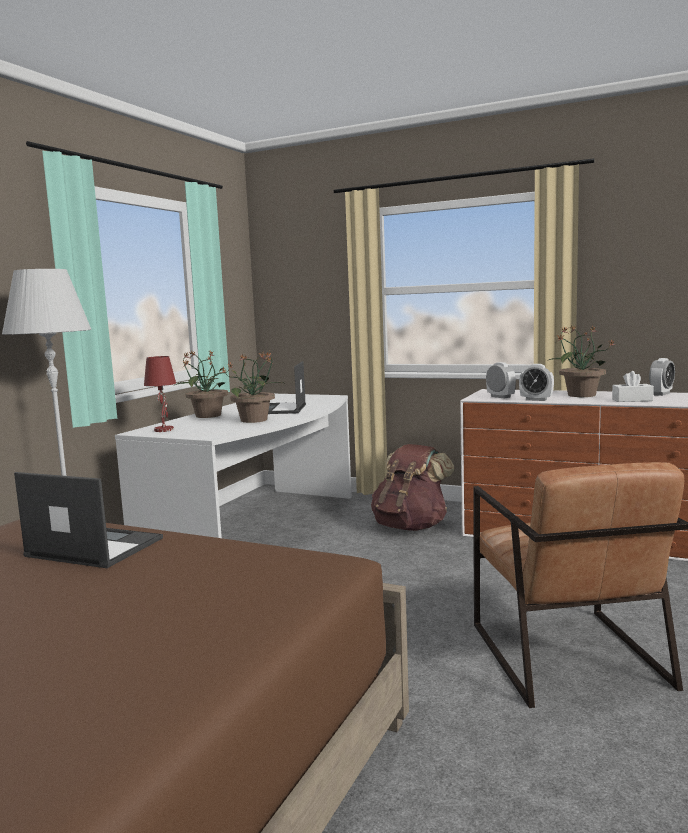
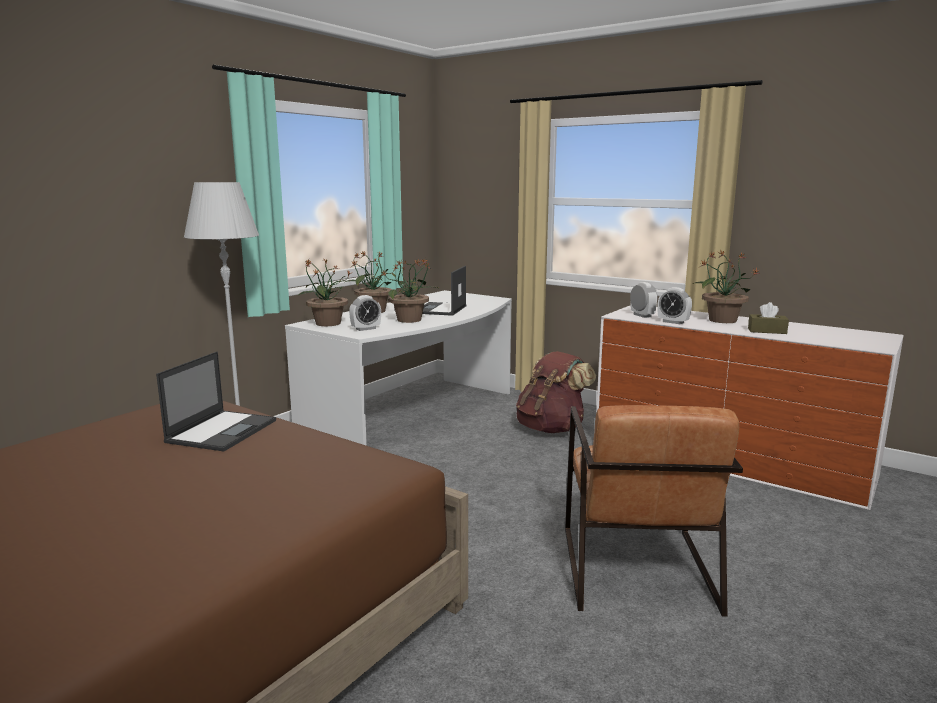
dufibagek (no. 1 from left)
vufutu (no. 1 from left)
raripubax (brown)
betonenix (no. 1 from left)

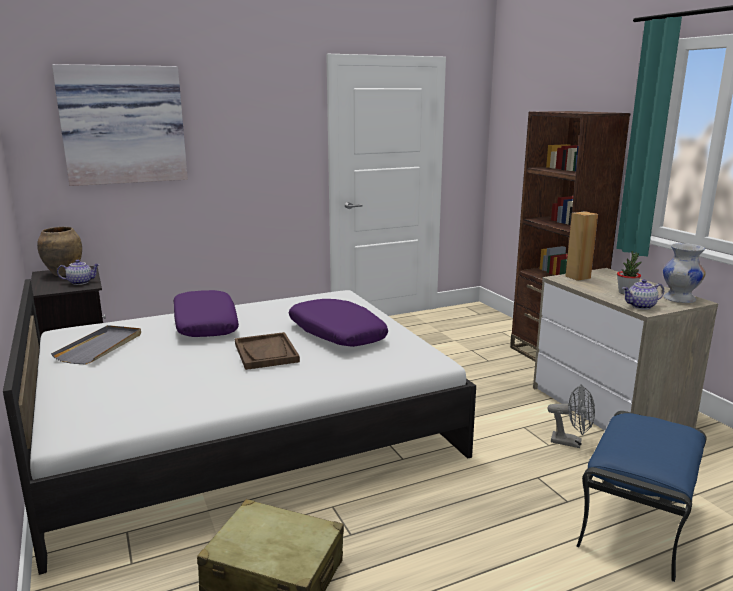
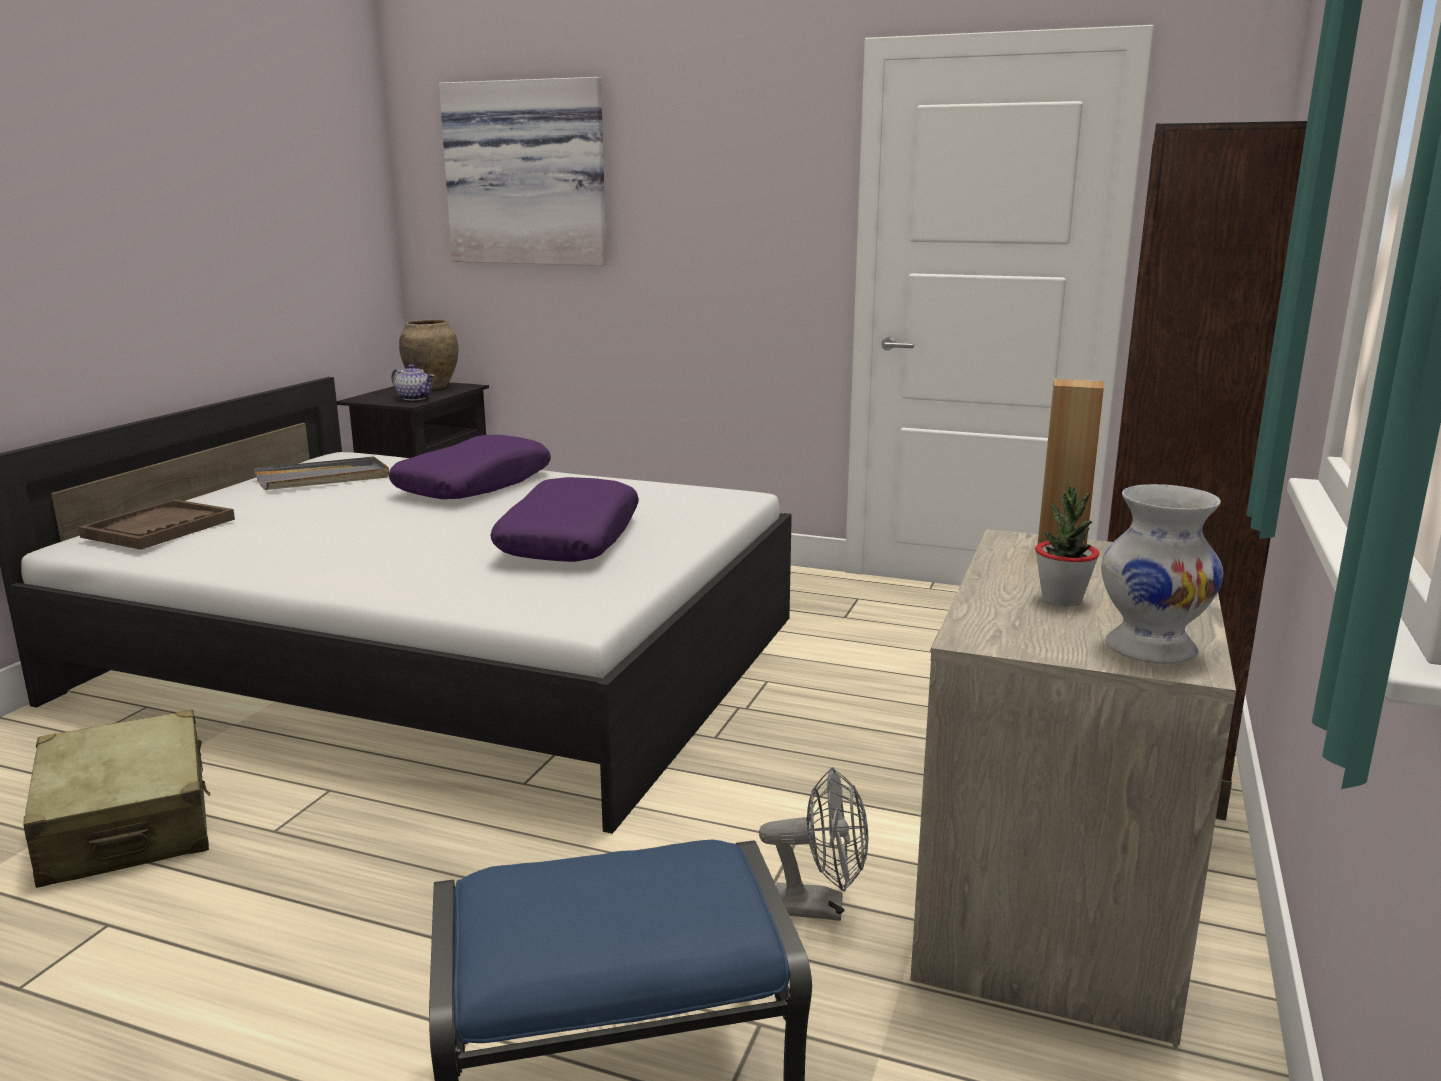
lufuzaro (no. 2 from left in the first image)
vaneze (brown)
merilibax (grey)

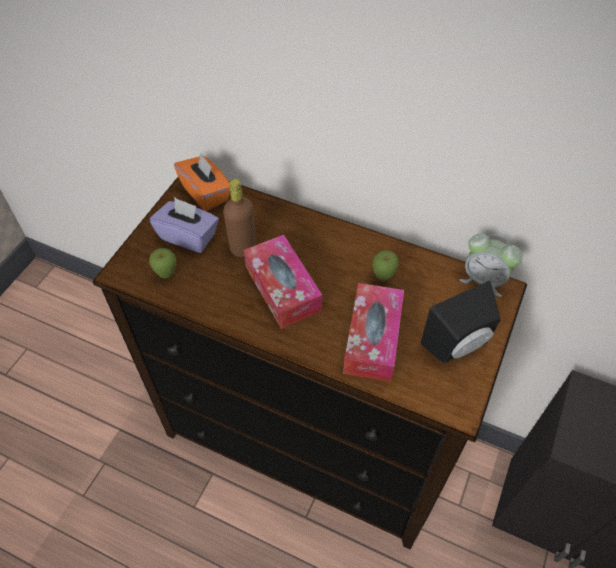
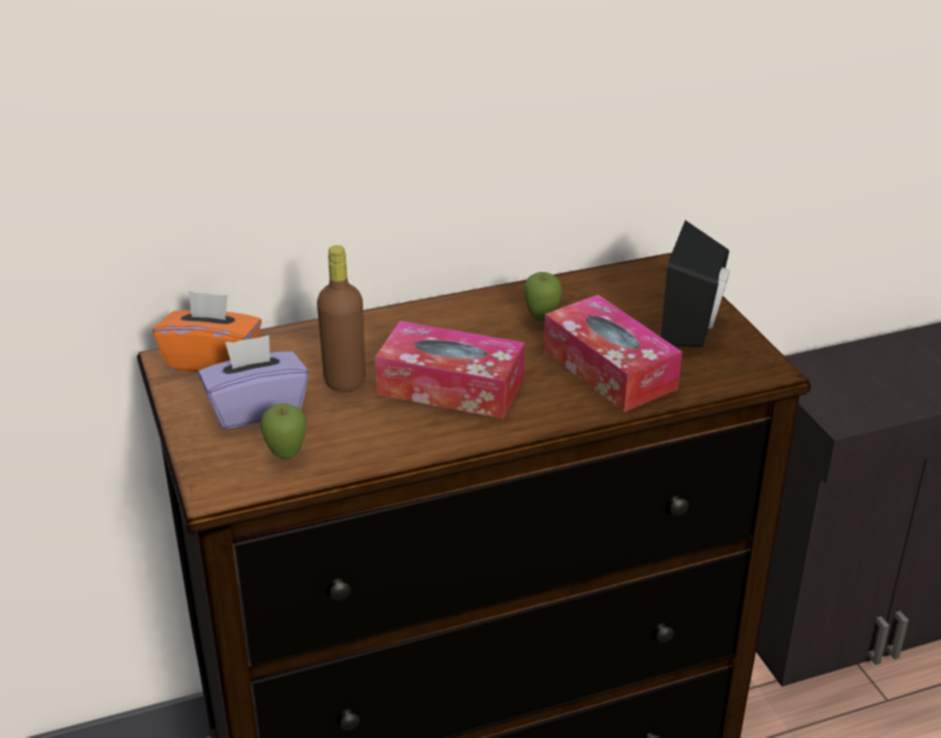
dufibagek

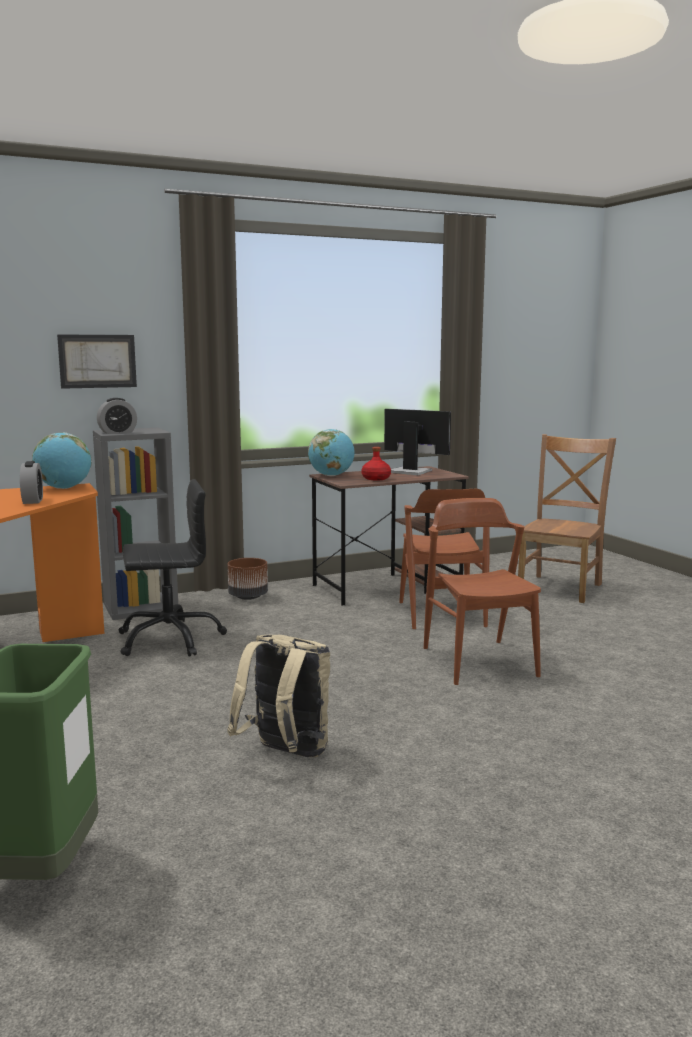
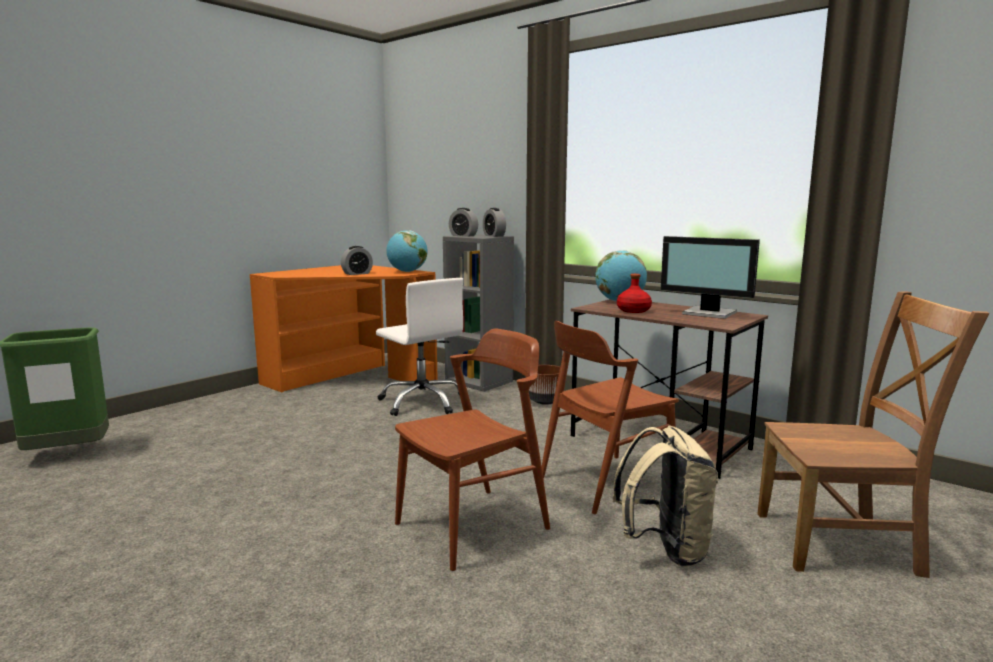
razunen
dufibagek (no. 3 from left)
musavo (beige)
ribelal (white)
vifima

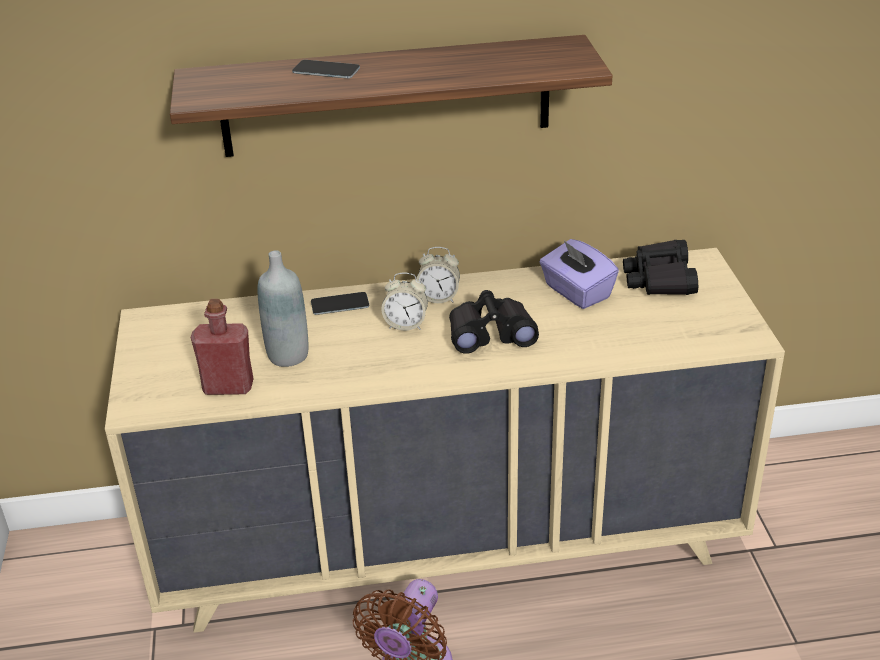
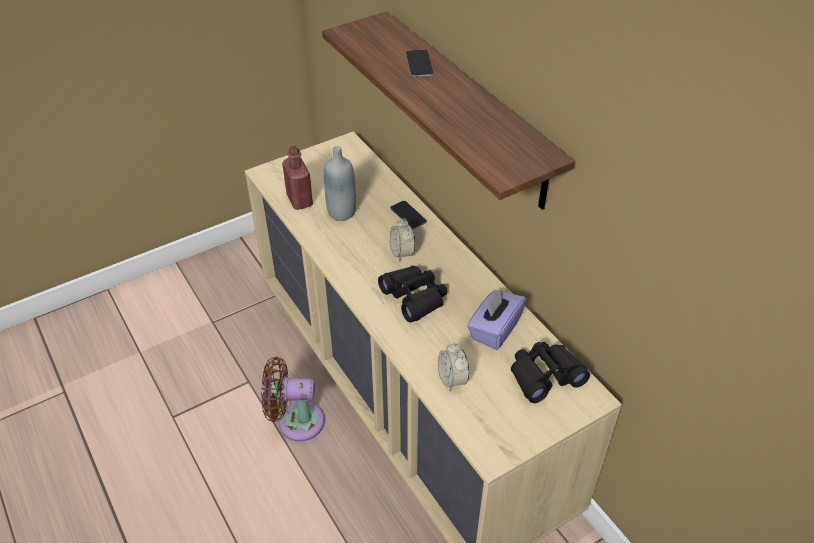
dufibagek (no. 2 from left)

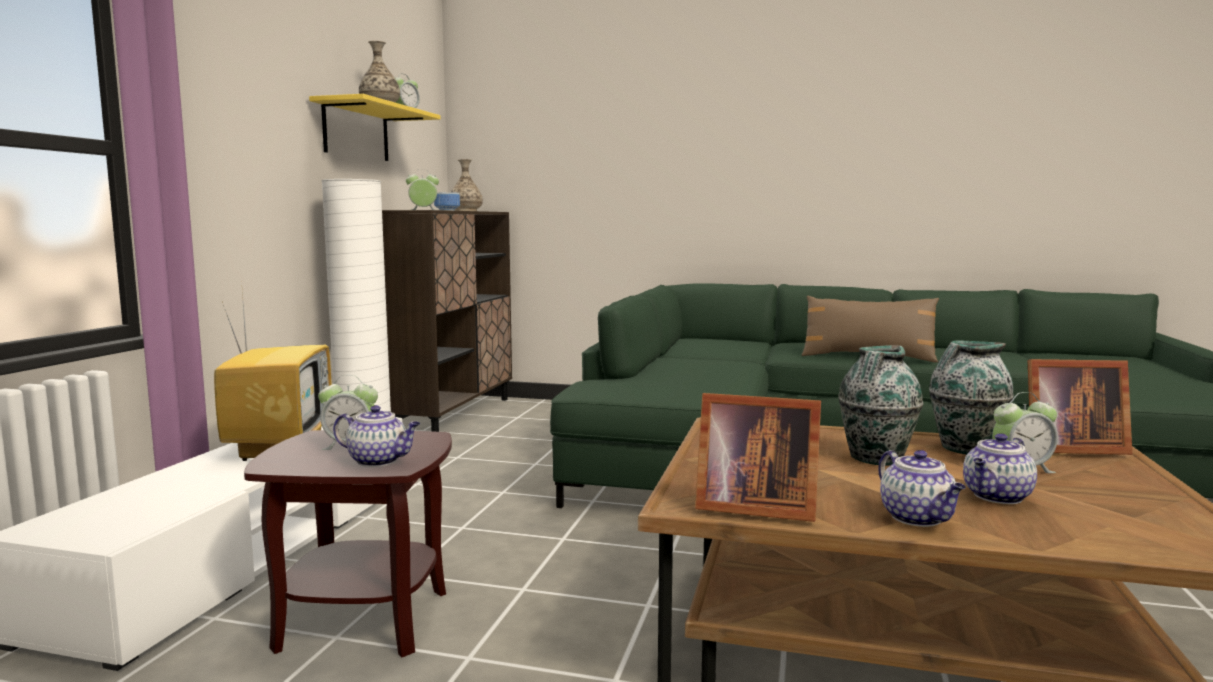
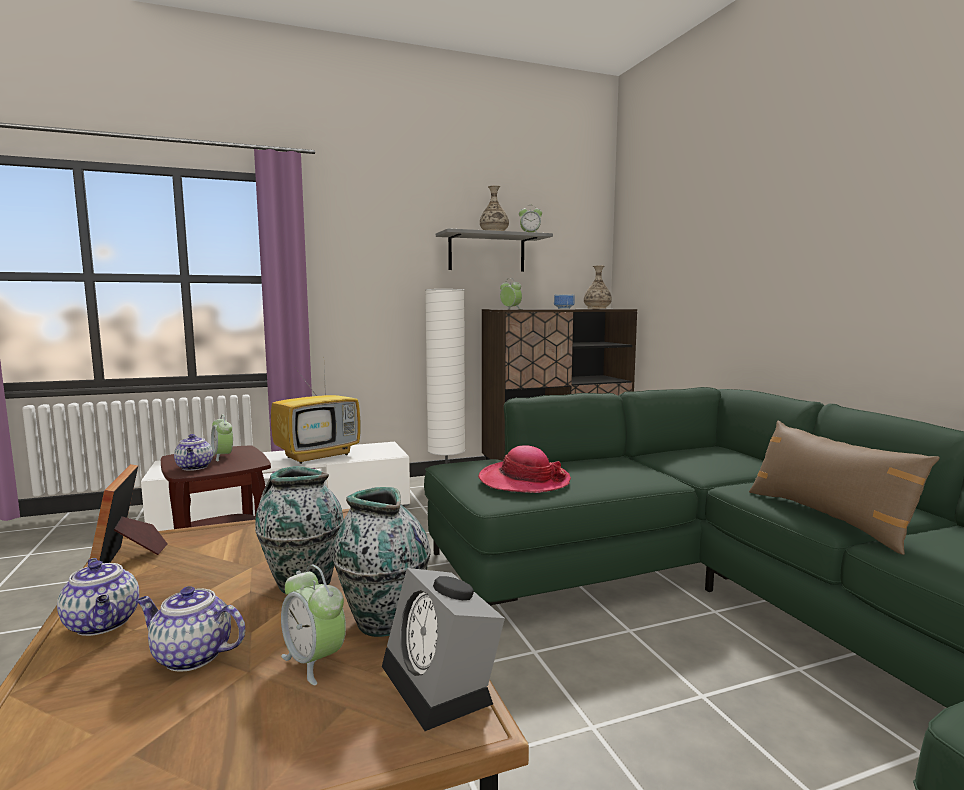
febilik
dufibagek (no. 3 from left)
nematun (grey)
lufuzaro (no. 1 from left)

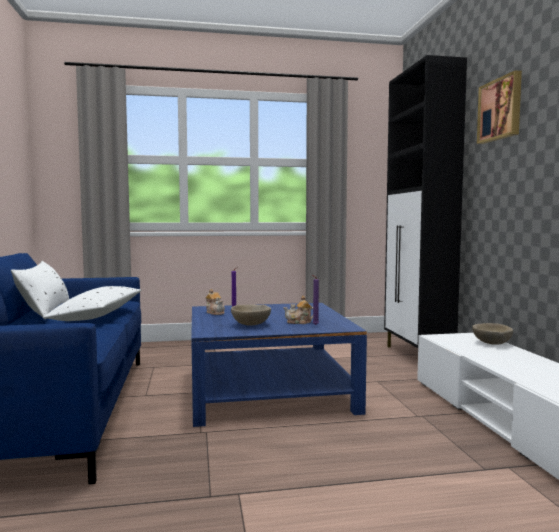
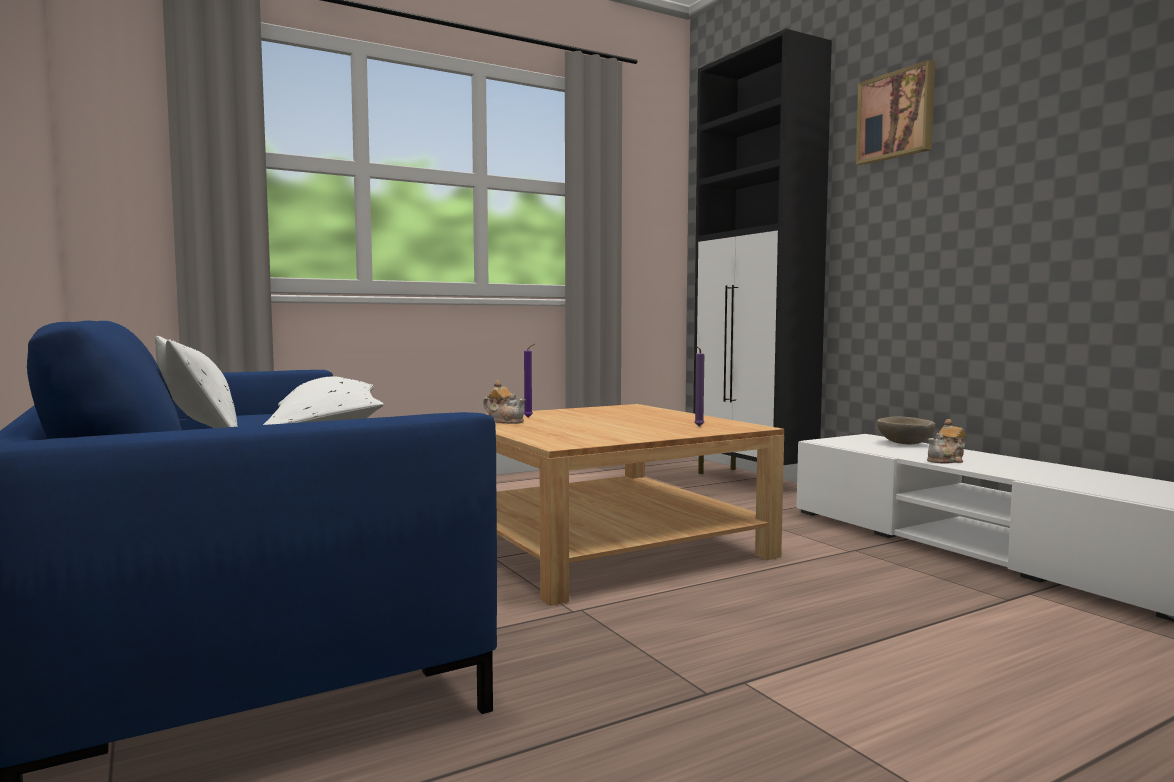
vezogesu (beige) (no. 1 from left in the first image)
lufuzaro (no. 2 from left)
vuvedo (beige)

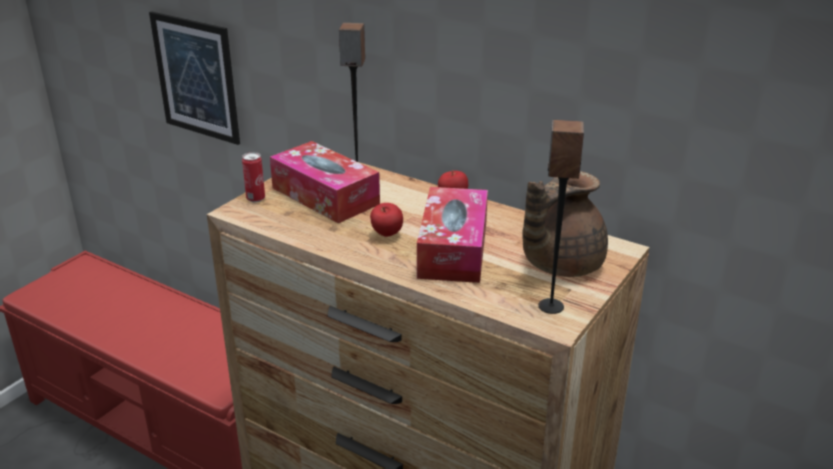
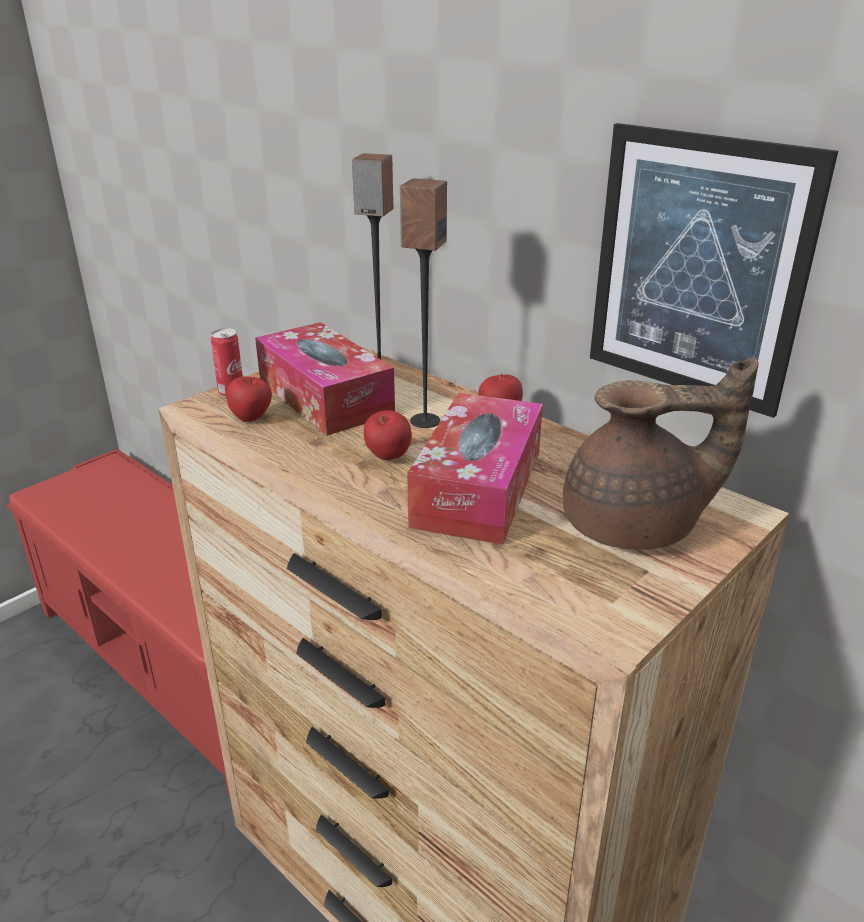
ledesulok (no. 1 from left)
razunen
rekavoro (no. 2 from left)
lufuzaro (brown)

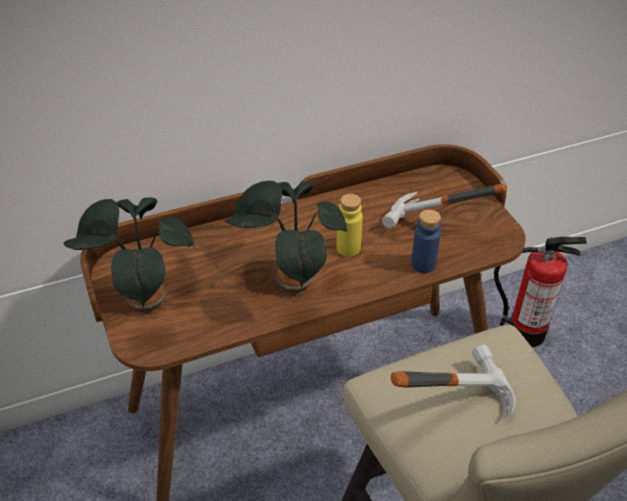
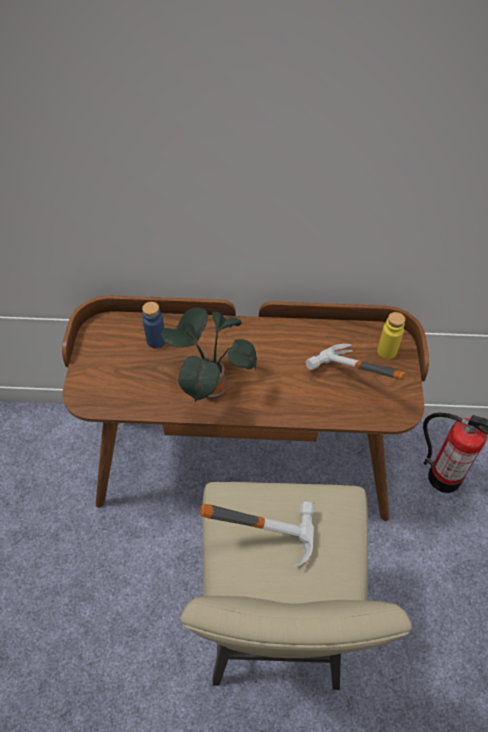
vufutu (no. 1 from left in the first image)
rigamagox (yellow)
rigamagox (blue)

